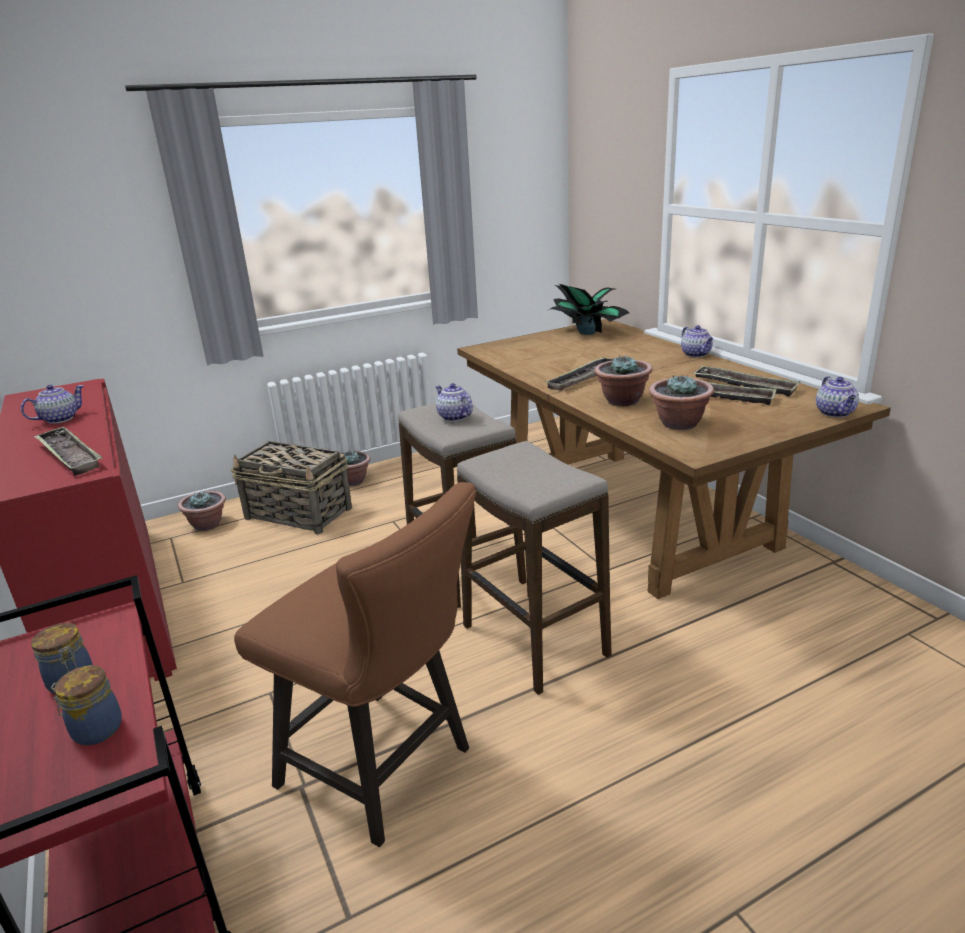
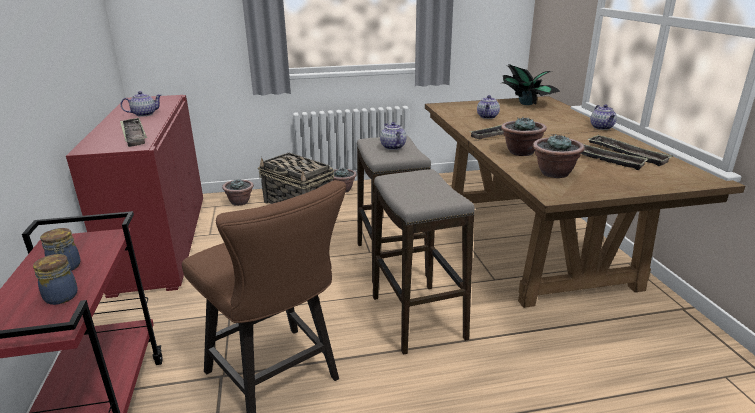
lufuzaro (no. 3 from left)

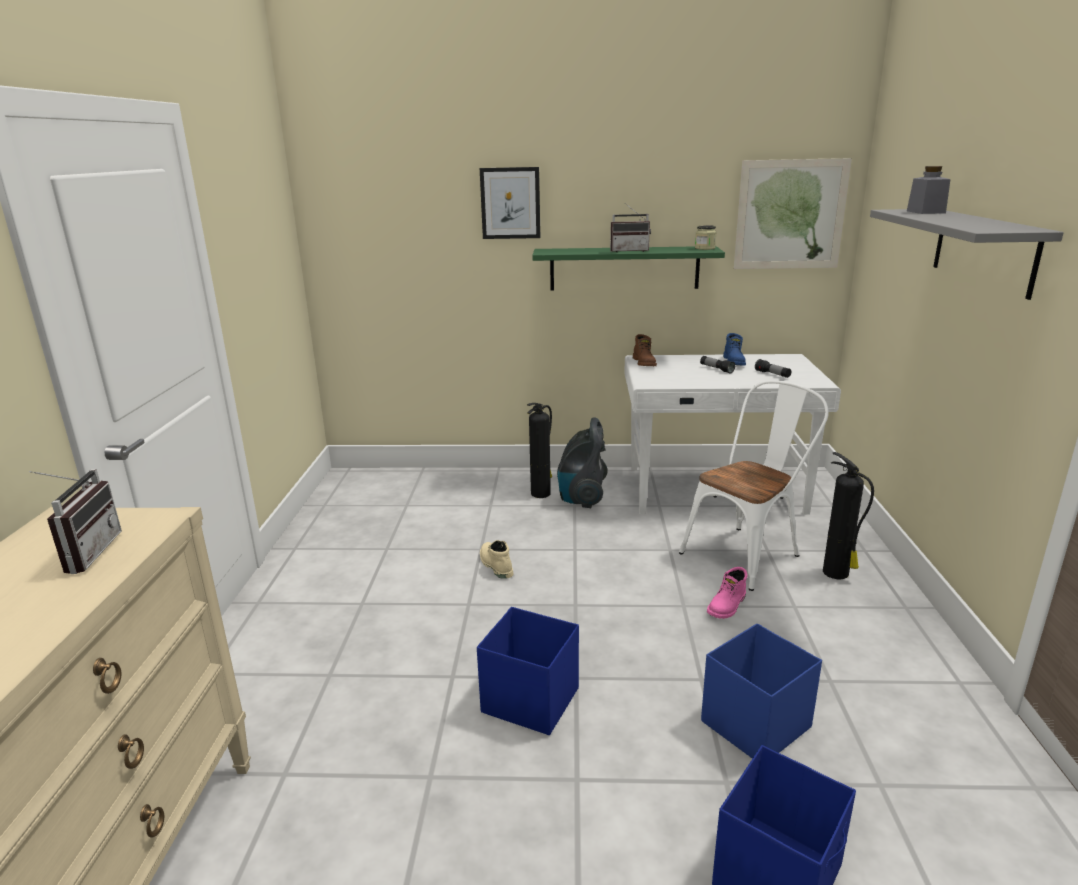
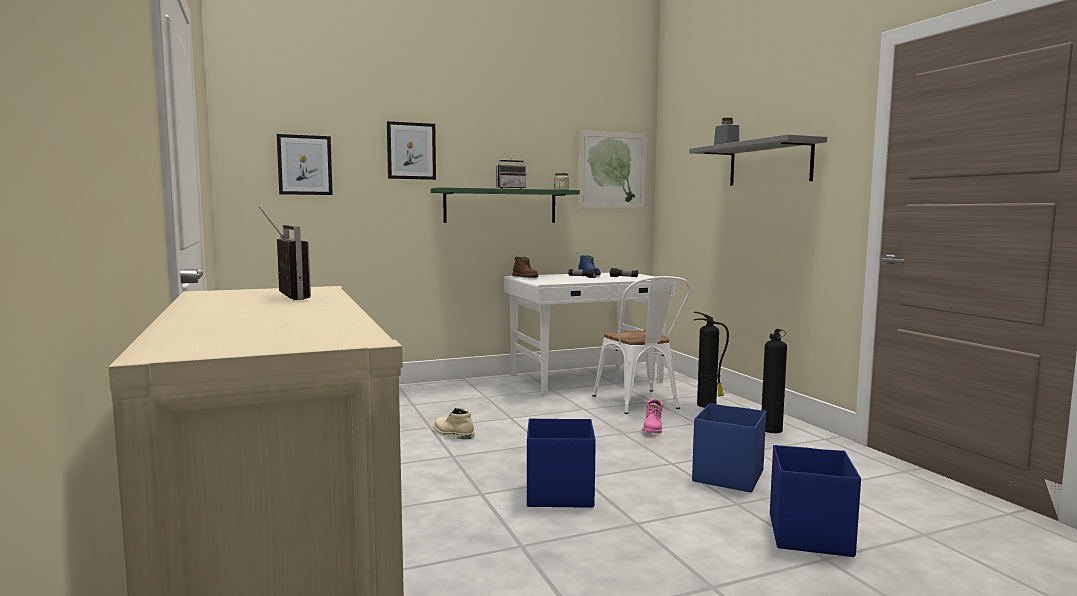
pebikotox
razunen (no. 1 from left)
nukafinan (no. 2 from left)
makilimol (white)

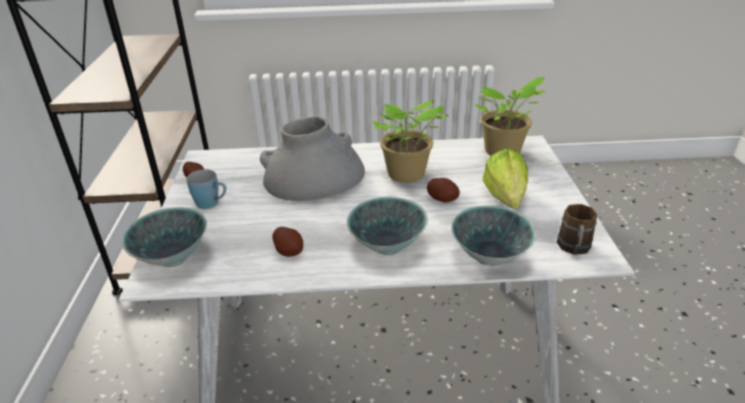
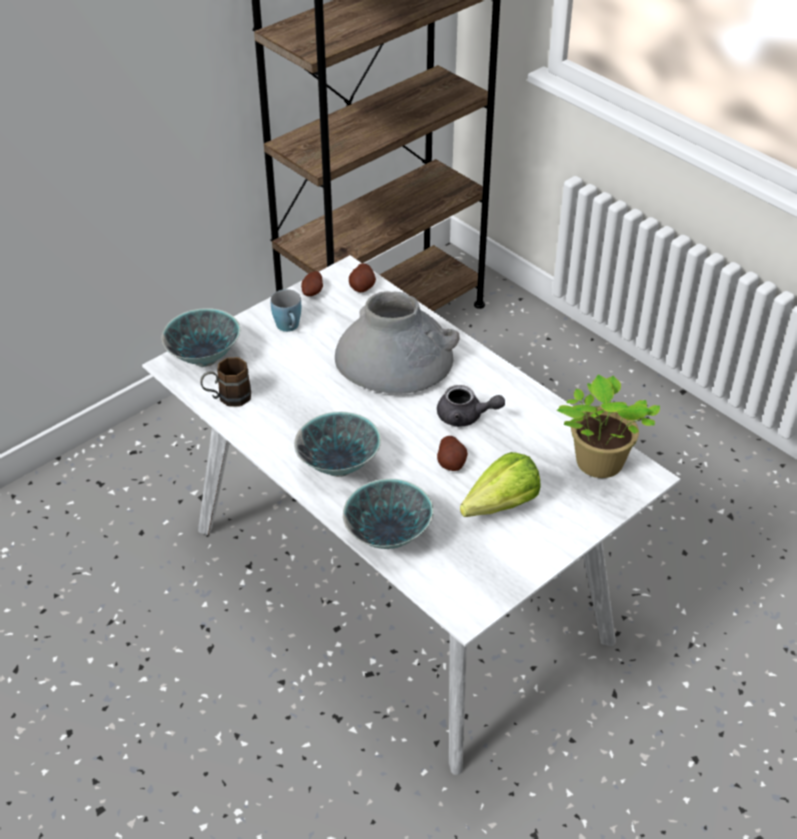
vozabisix (no. 2 from left)
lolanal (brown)
lufuzaro (grey)

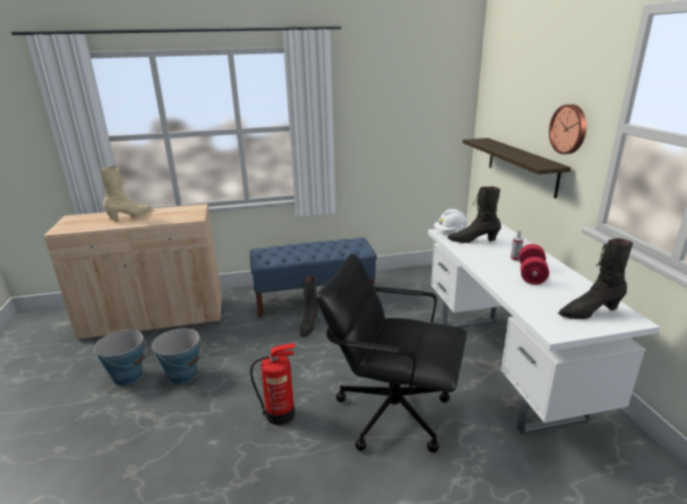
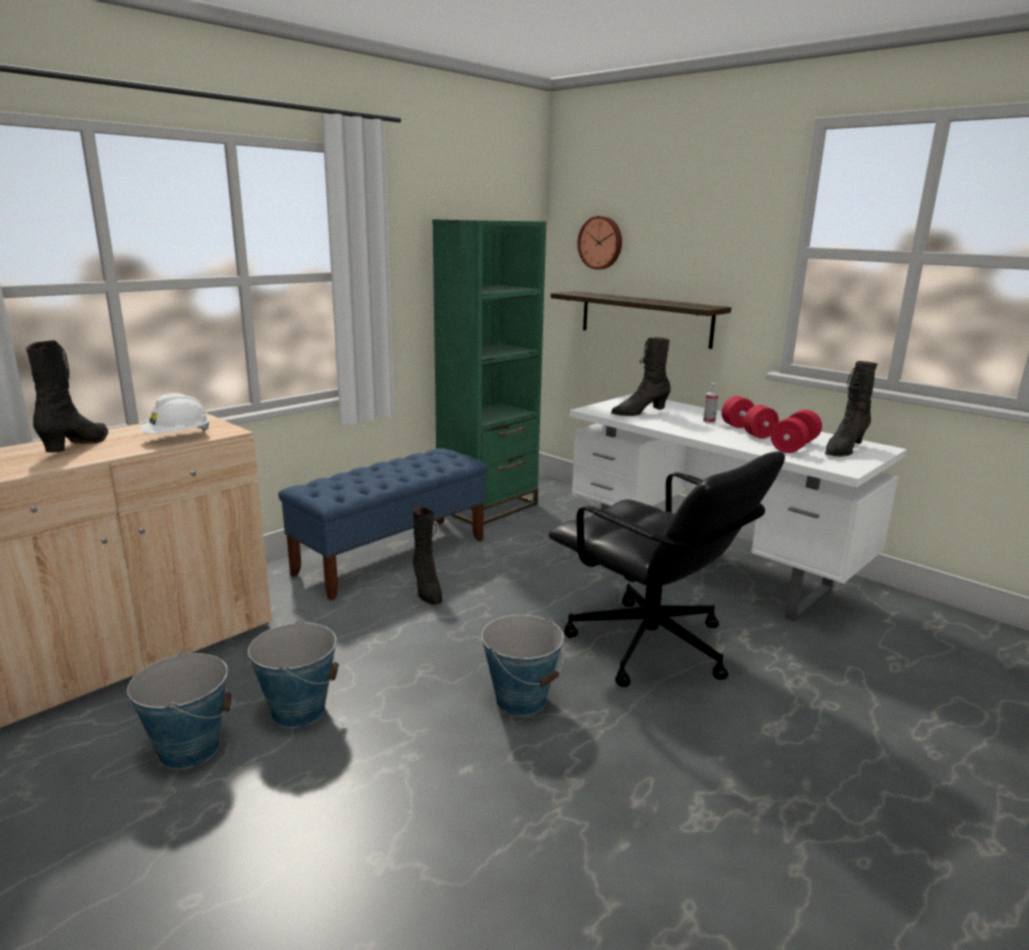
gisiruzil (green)
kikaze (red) (no. 2 from left)
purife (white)
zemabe
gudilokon (no. 3 from left)
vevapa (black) (no. 1 from left)
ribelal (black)

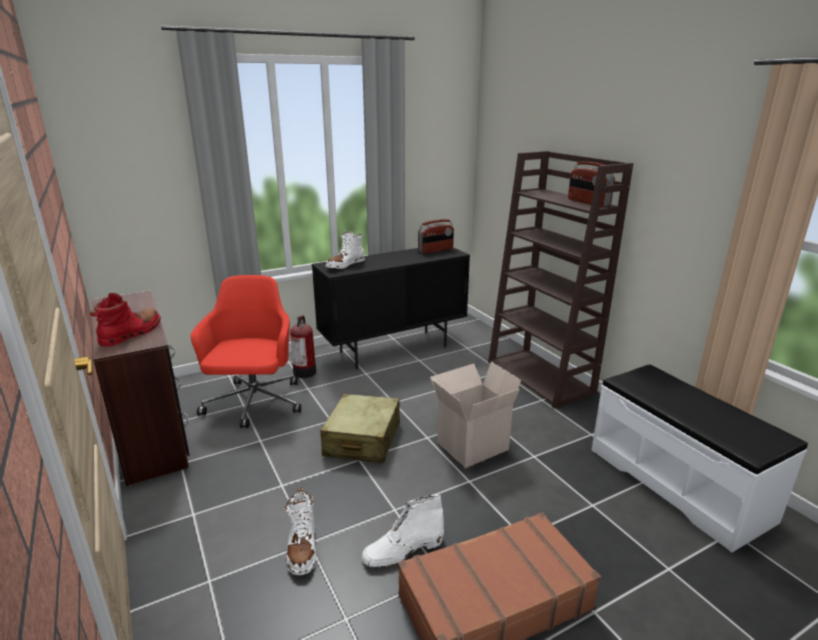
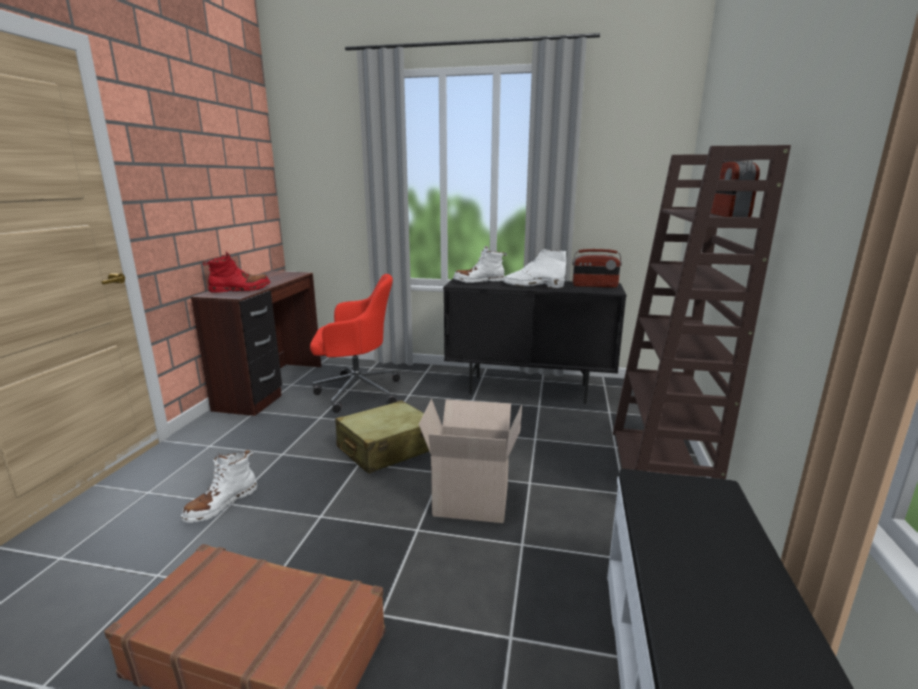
nukafinan
vevapa (white) (no. 3 from left)
ribelal (red)

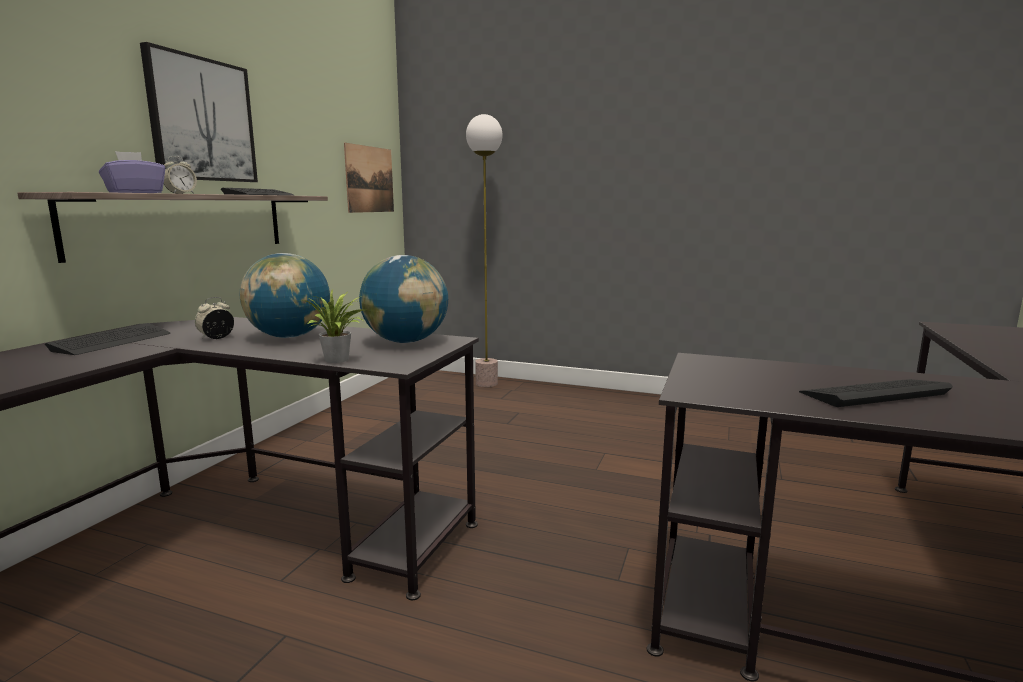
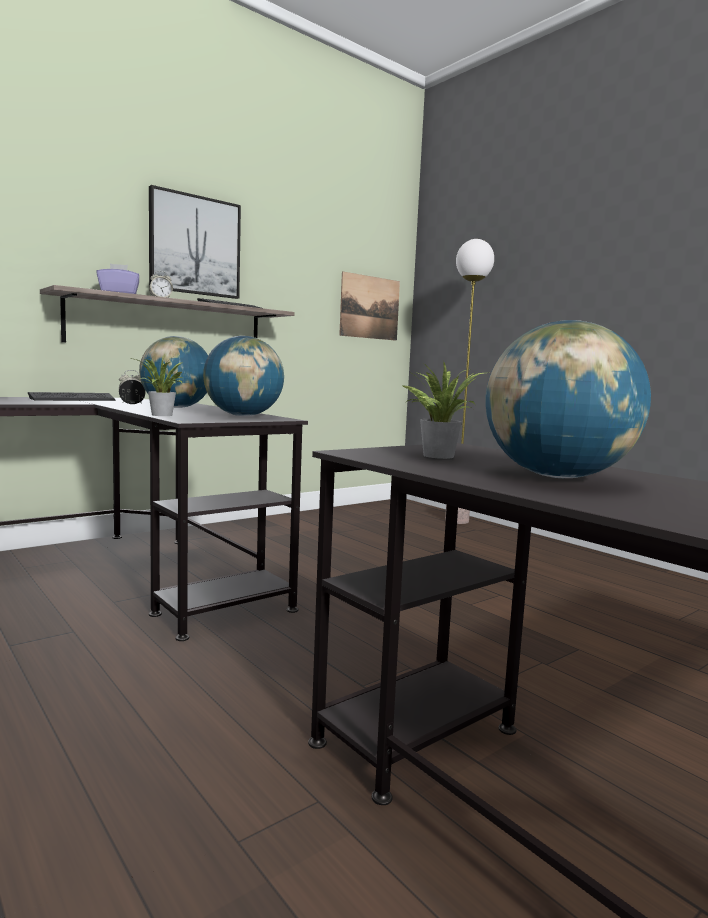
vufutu (no. 2 from left)
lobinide (no. 3 from left)

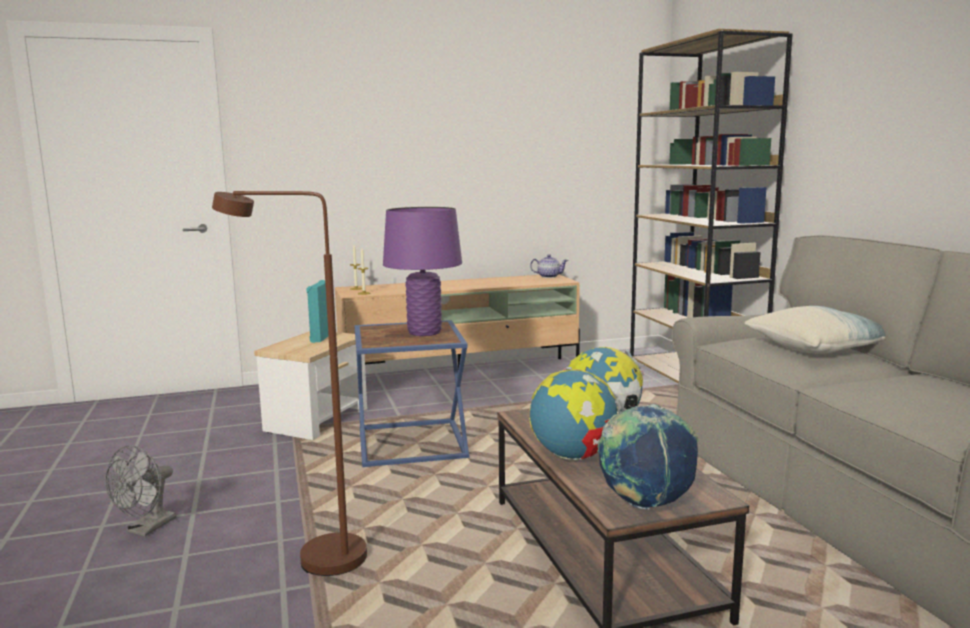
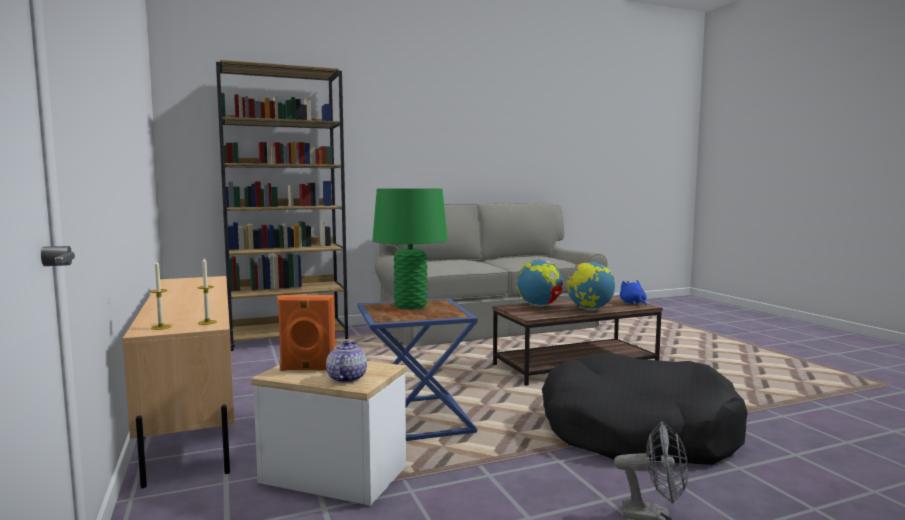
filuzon
lufuzaro
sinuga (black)
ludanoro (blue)
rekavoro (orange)
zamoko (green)

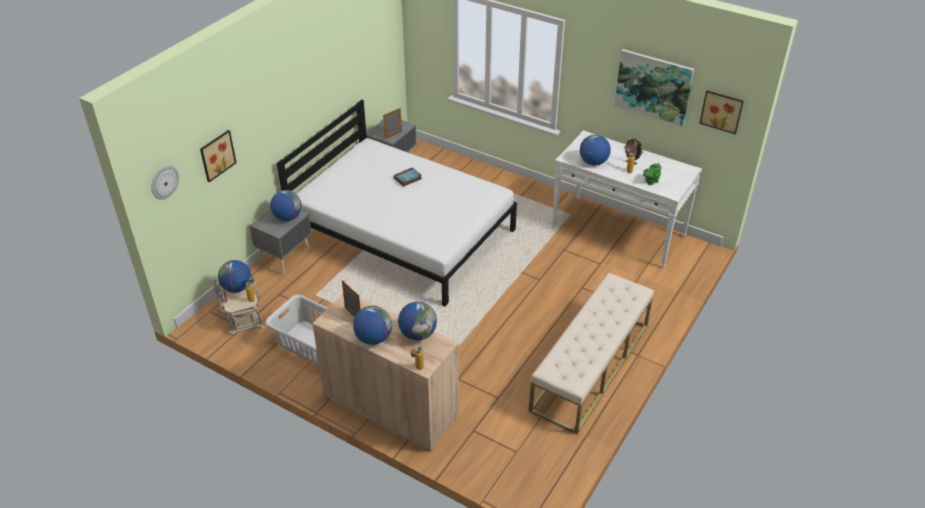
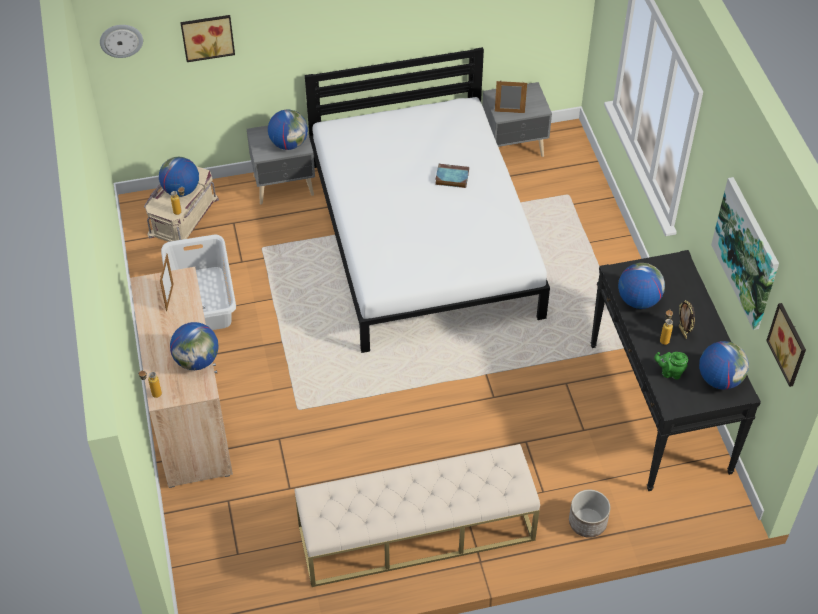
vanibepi
lobinide (no. 5 from left)
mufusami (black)

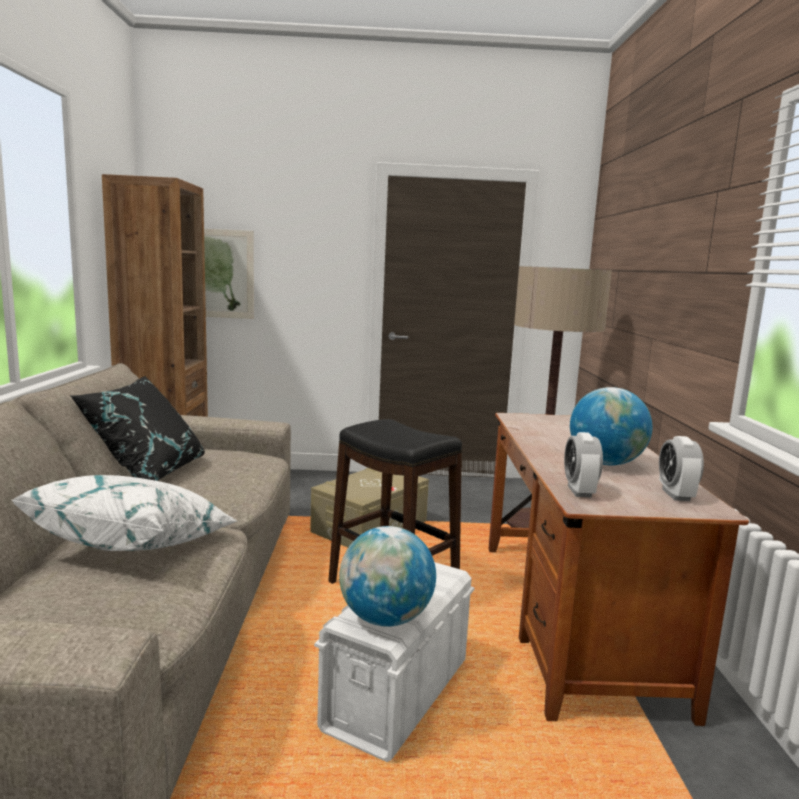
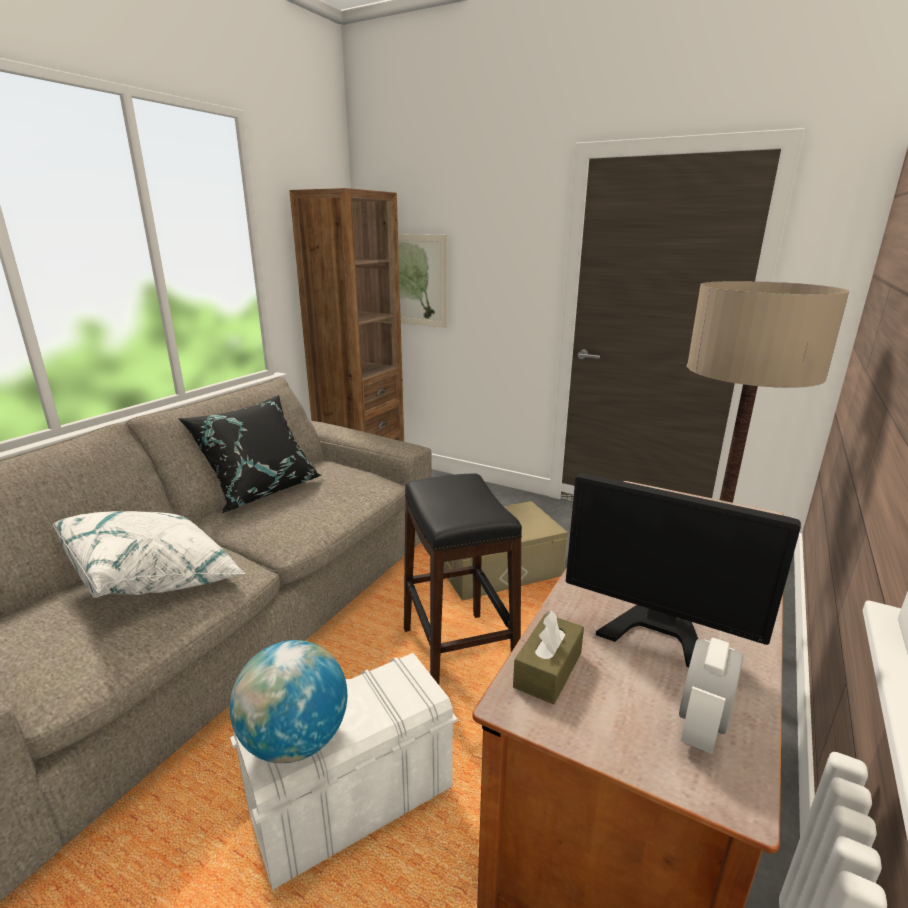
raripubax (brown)
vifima

